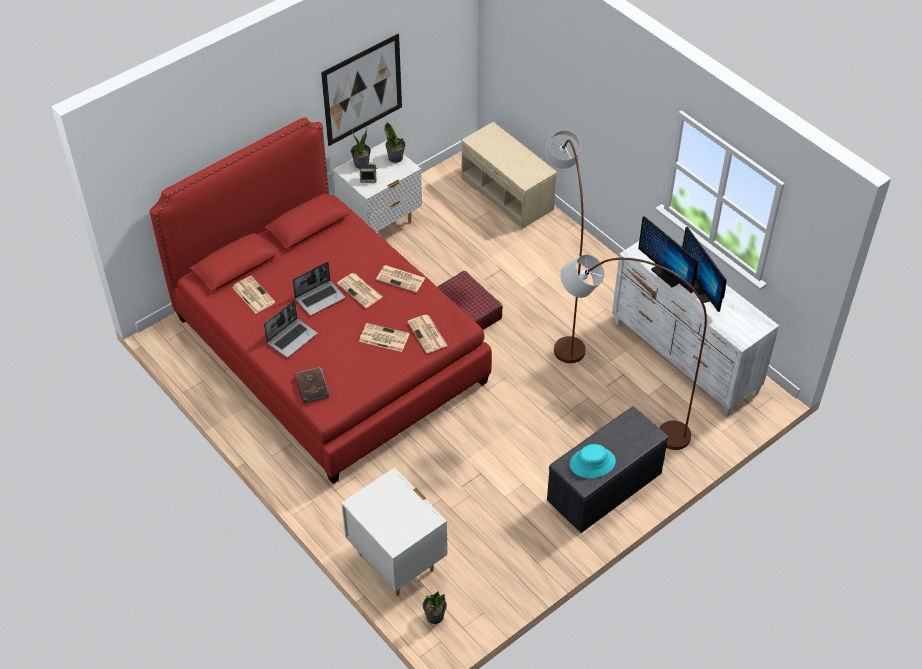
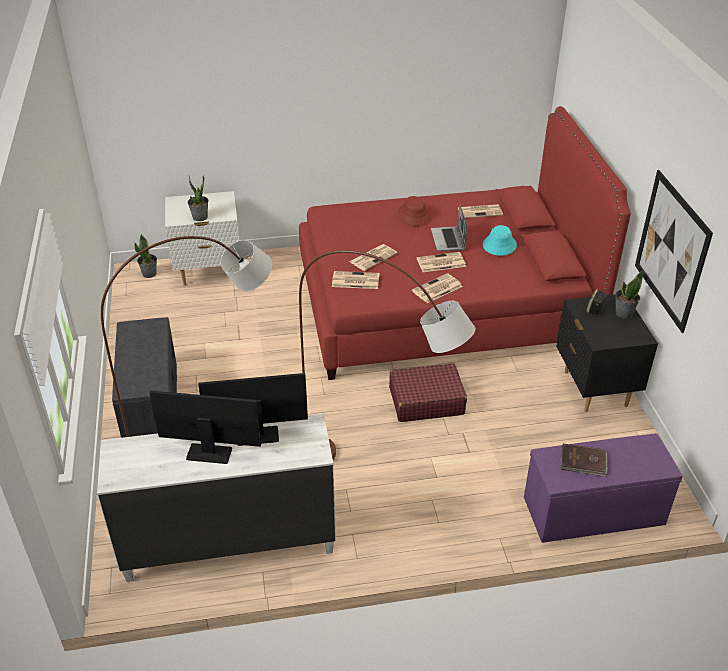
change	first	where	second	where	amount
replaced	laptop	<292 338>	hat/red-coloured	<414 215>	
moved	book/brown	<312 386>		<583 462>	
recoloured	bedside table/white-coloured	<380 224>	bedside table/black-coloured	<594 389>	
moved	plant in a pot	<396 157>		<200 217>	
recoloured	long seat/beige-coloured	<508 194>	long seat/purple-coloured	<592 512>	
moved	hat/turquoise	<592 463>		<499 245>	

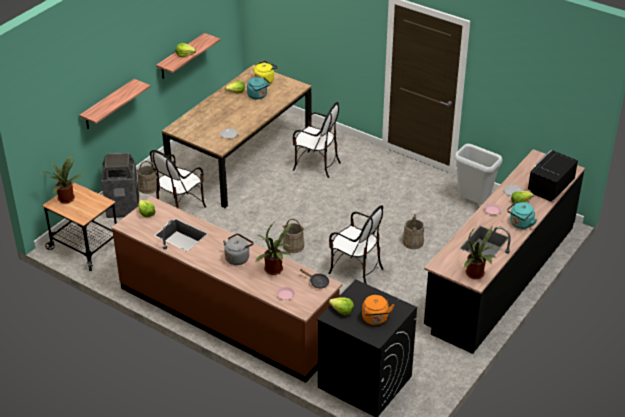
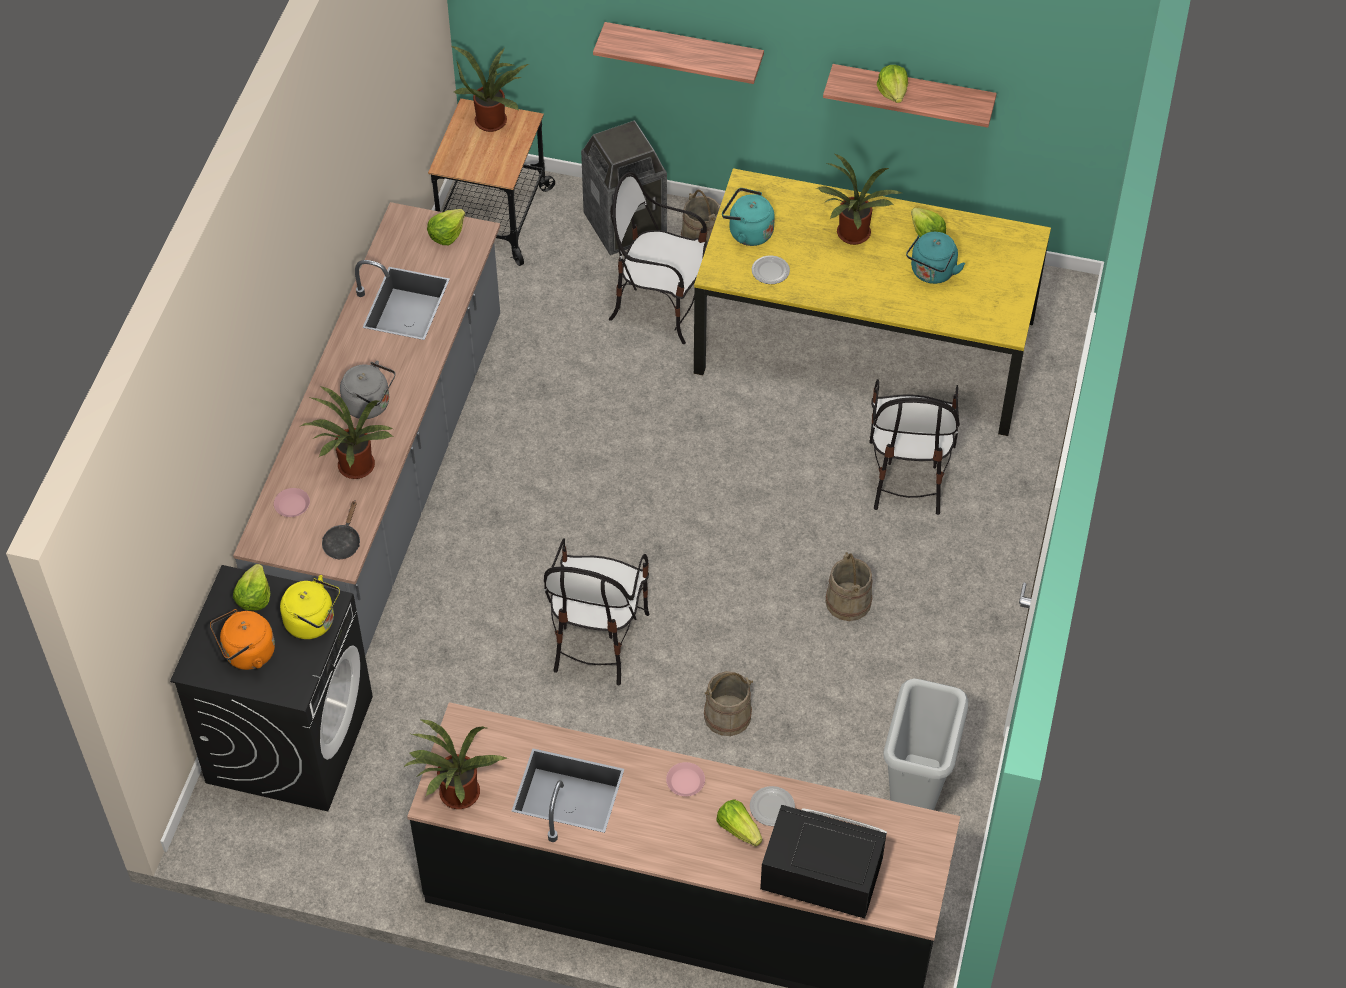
change	first	where	second	where	amount
recoloured	counter/brown	<227 316>	counter/gray	<389 480>	
recoloured	dining table/brown	<241 158>	dining table/yellowish	<866 345>	
moved	tea kettle/yellowish	<265 80>		<313 622>	
moved	pail/beige-coloured	<293 246>		<848 601>	
moved	tea kettle/turquoise	<520 224>		<747 232>	
added			plant in a pot	<851 236>	

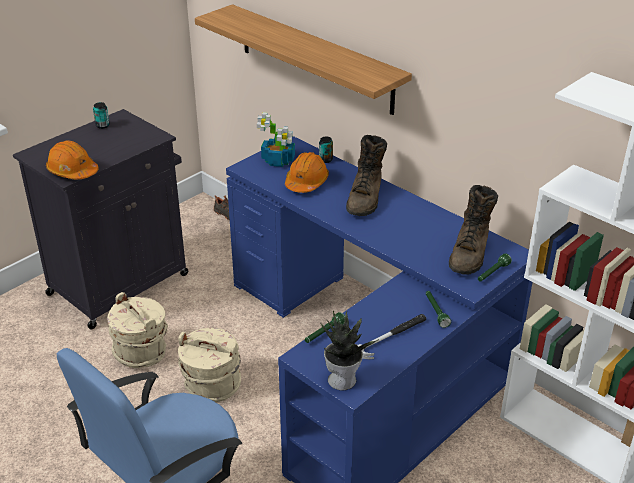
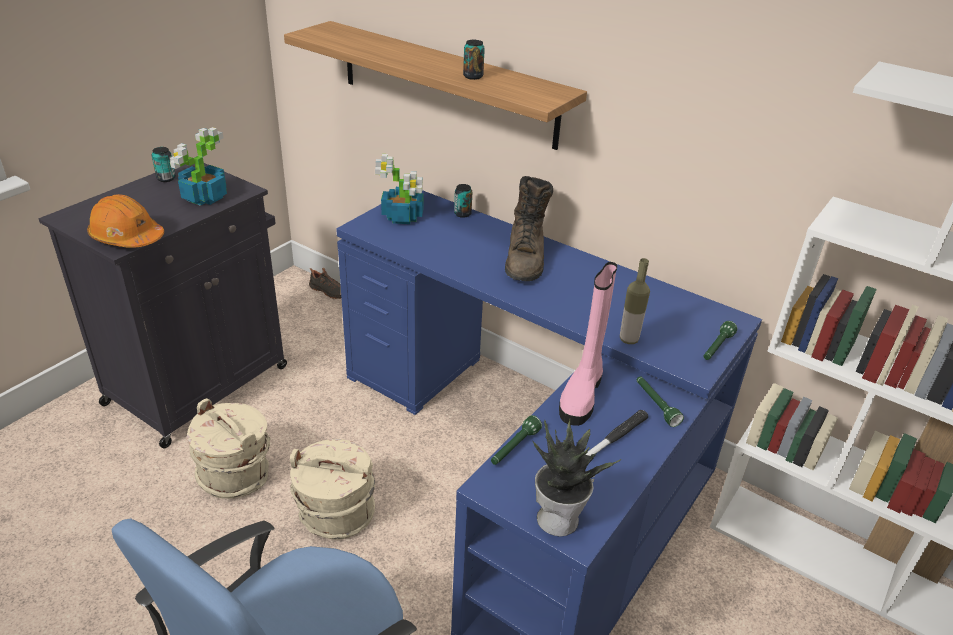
change	first	where	second	where	amount
removed	work helmet/orange	<306 182>			
removed	tall boot/brown	<470 254>			
added			plant in a pot	<204 197>	
added			sealed can	<473 76>	
added			tall boot/pink	<582 395>	
added			beverage bottle	<628 339>	

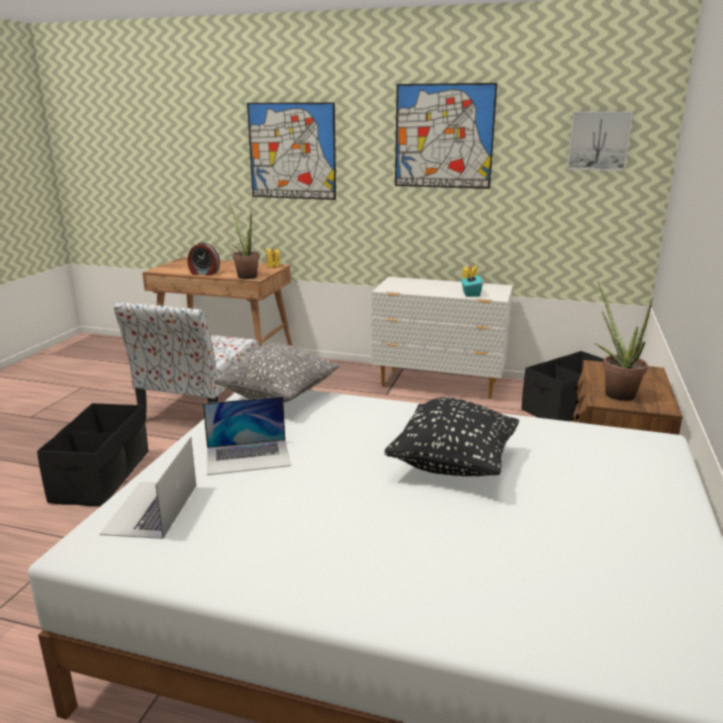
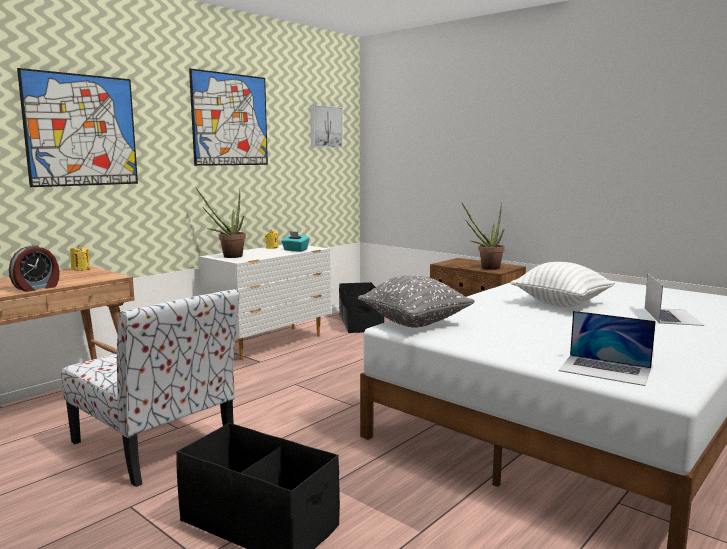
change	first	where	second	where	amount
moved	laptop	<248 456>		<672 316>	
moved	plant in a pot	<245 276>		<228 256>	
recoloured	throw pillow/black-coloured	<453 464>	throw pillow/white-coloured	<561 303>	

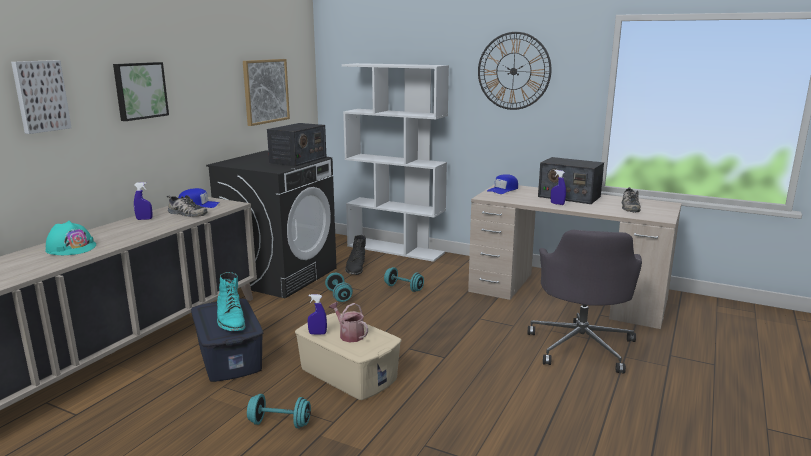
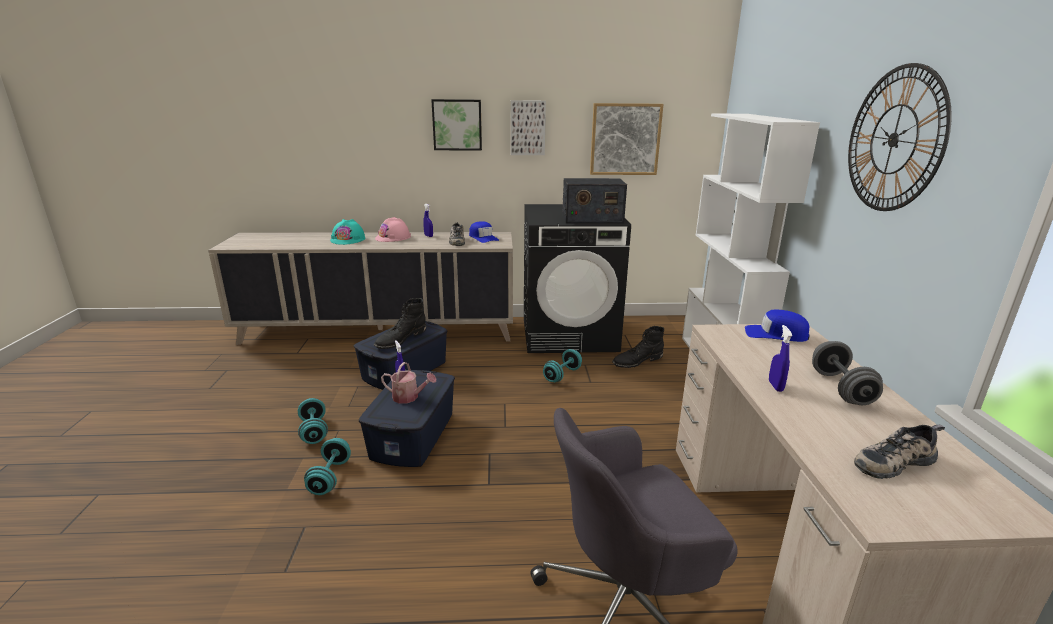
change	first	where	second	where	amount
moved	wall art	<40 96>		<527 128>	
recoloured	tall boot/turquoise	<230 320>	tall boot/black-coloured	<400 339>	
recoloured	storage bin/beige-coloured	<348 373>	storage bin/bluish	<413 435>	
turned	sprinkling can	<349 335>		<409 397>	90 degrees clockwise
moved	free weight/turquoise	<403 288>		<330 477>	
replaced	radio set	<568 196>	free weight/gray	<841 388>	
added			work helmet/pink	<393 237>	

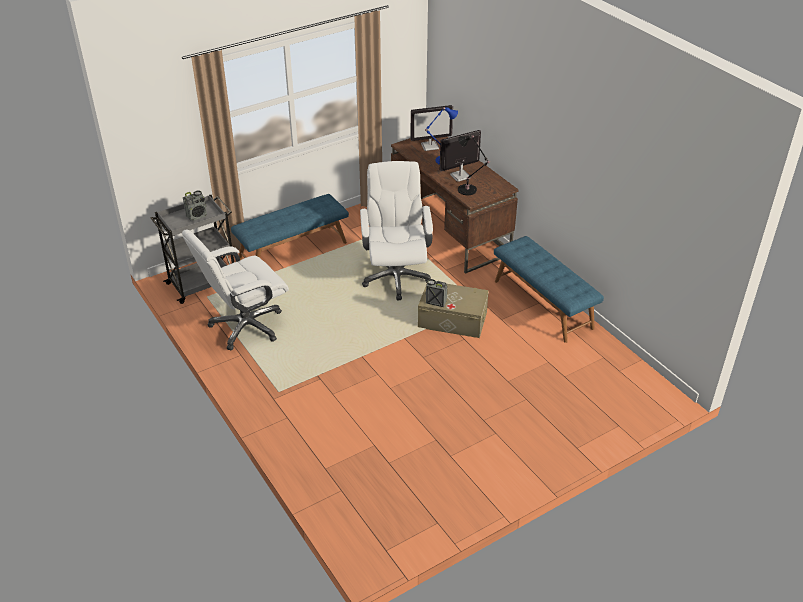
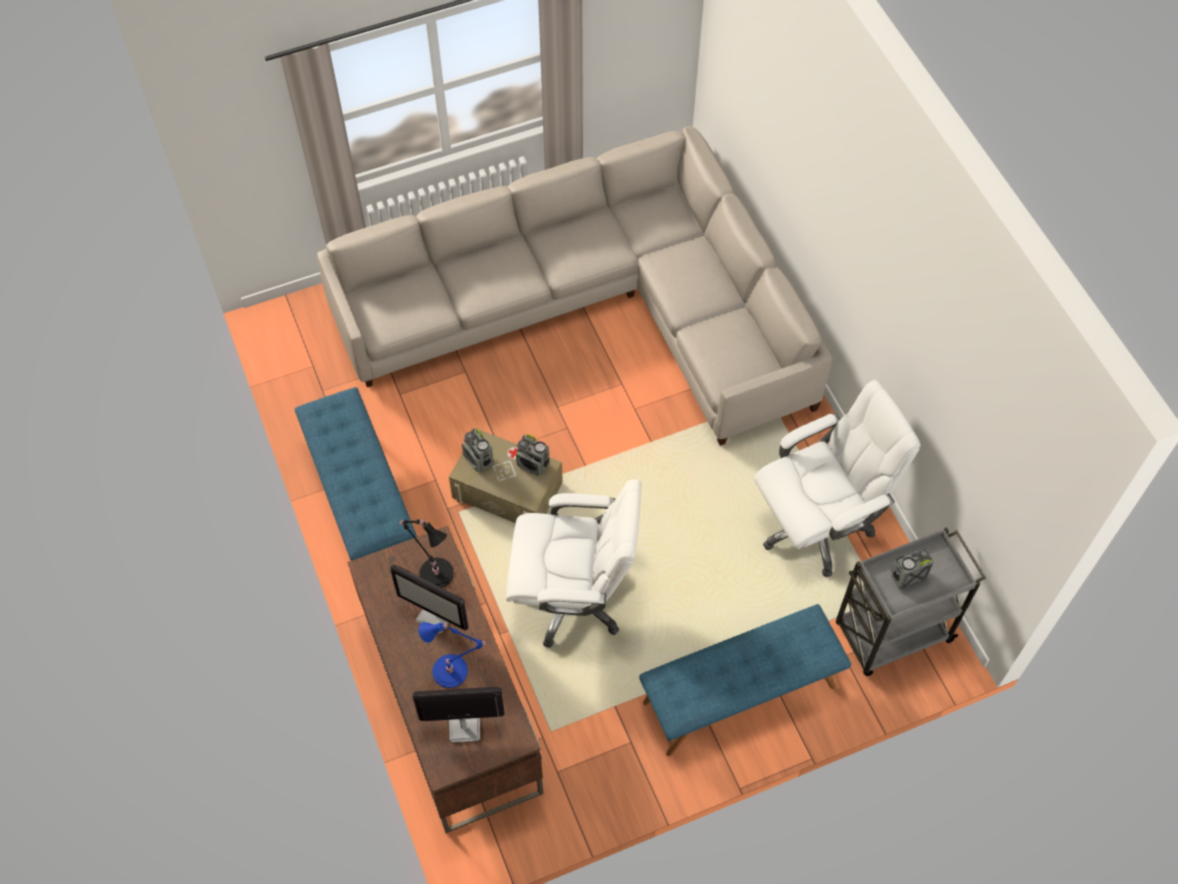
change	first	where	second	where	amount
turned	desk chair/white-coloured	<396 277>		<573 597>	90 degrees counterclockwise
turned	computer display	<460 176>		<436 616>	45 degrees clockwise
added			sofa/beige-coloured	<594 306>	
added			radio set	<478 460>	

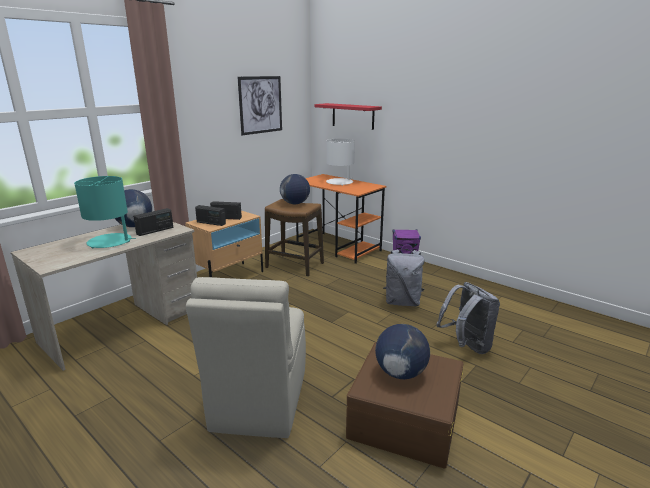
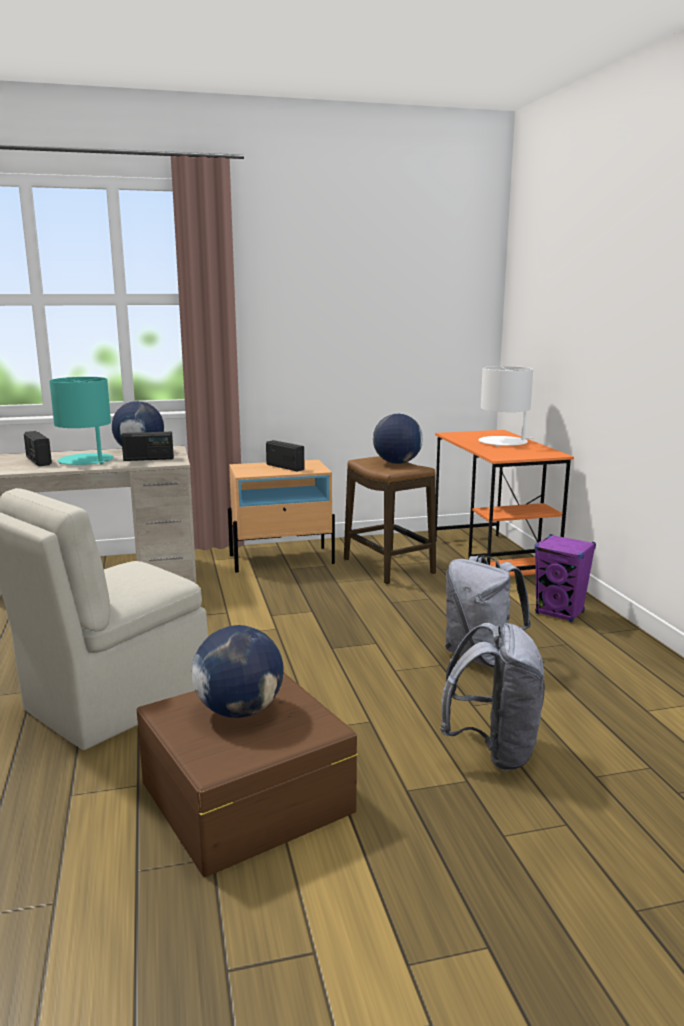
change	first	where	second	where	amount
moved	radio set	<211 223>		<38 461>	
removed	wall art	<260 105>			
removed	wall shelf/red-coloured	<353 116>			

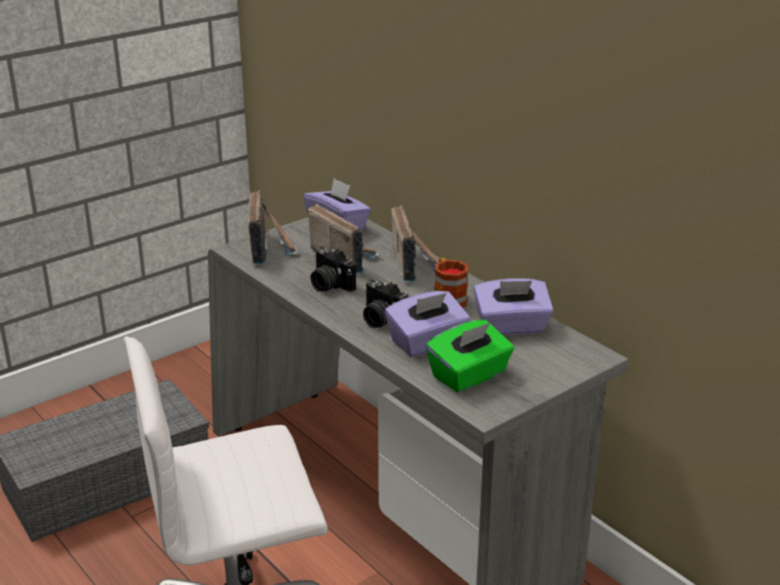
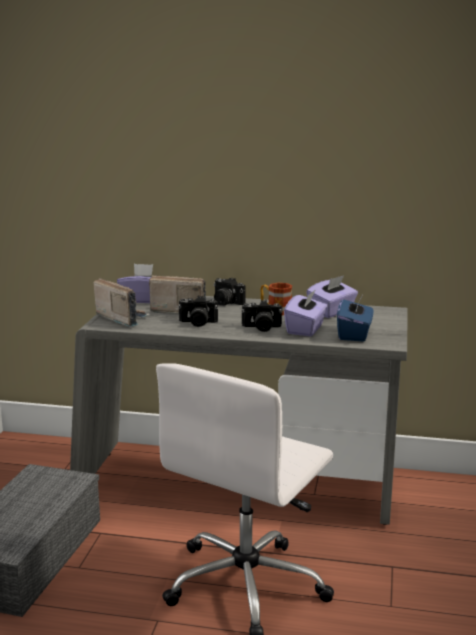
change	first	where	second	where	amount
replaced	radio set	<415 264>	still camera	<226 303>	
recoloured	box of tissues/green-coloured	<469 376>	box of tissues/bluish	<354 334>	

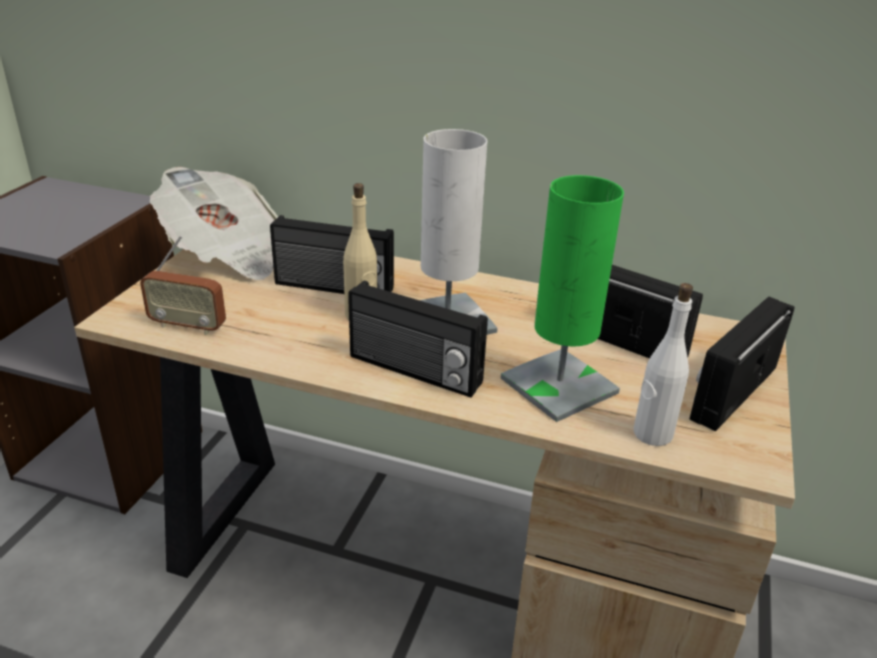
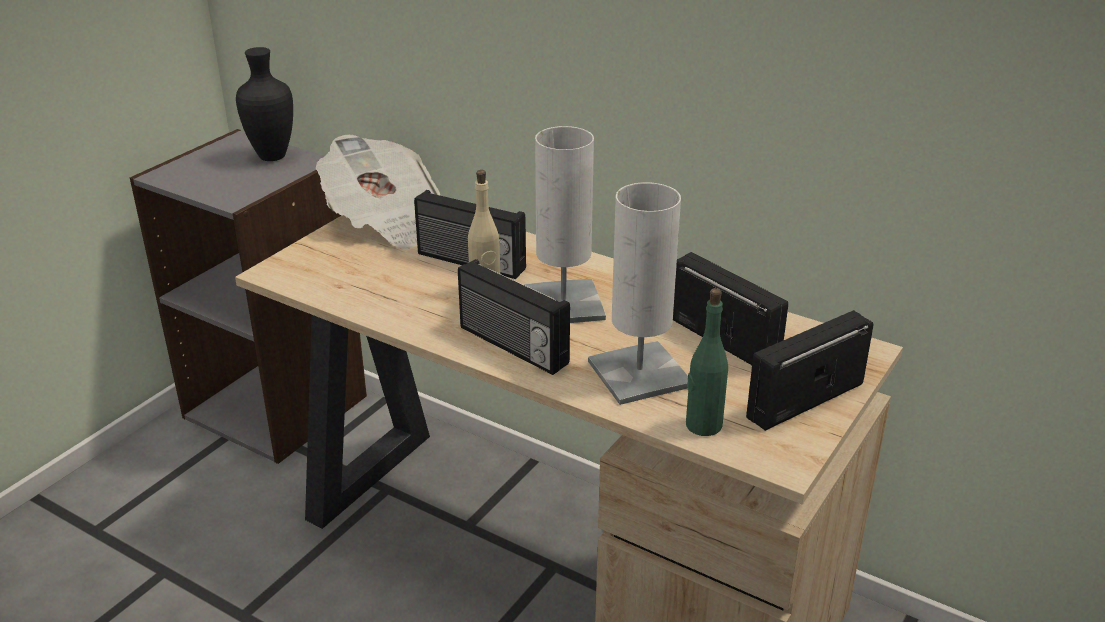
change	first	where	second	where	amount
removed	radio set	<188 326>			
recoloured	table lamp/green-coloured	<559 385>	table lamp/white-coloured	<639 374>	
recoloured	beverage bottle/white-coloured	<652 434>	beverage bottle/green-coloured	<703 425>	
added			flower vase/black-coloured	<272 157>	

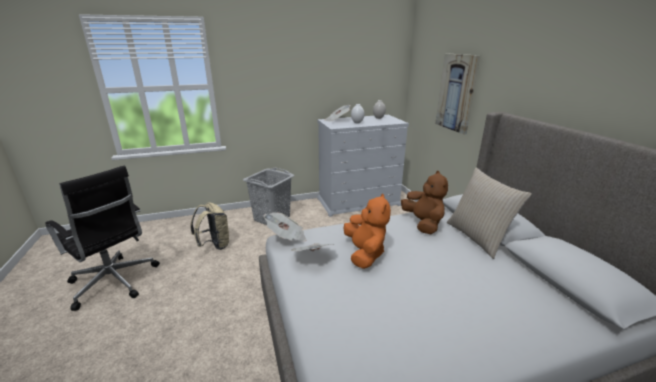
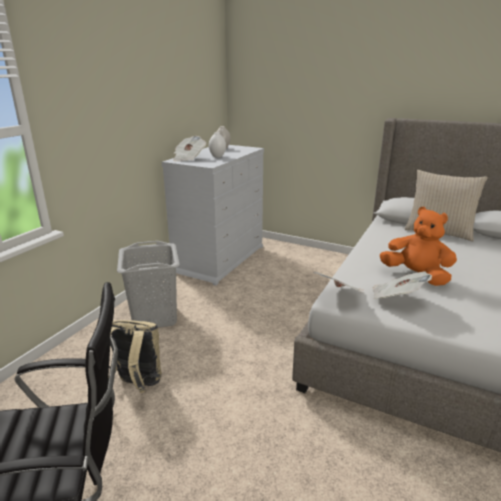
change	first	where	second	where	amount
removed	cuddly toy/brown	<423 223>			
removed	wall art	<456 93>			

